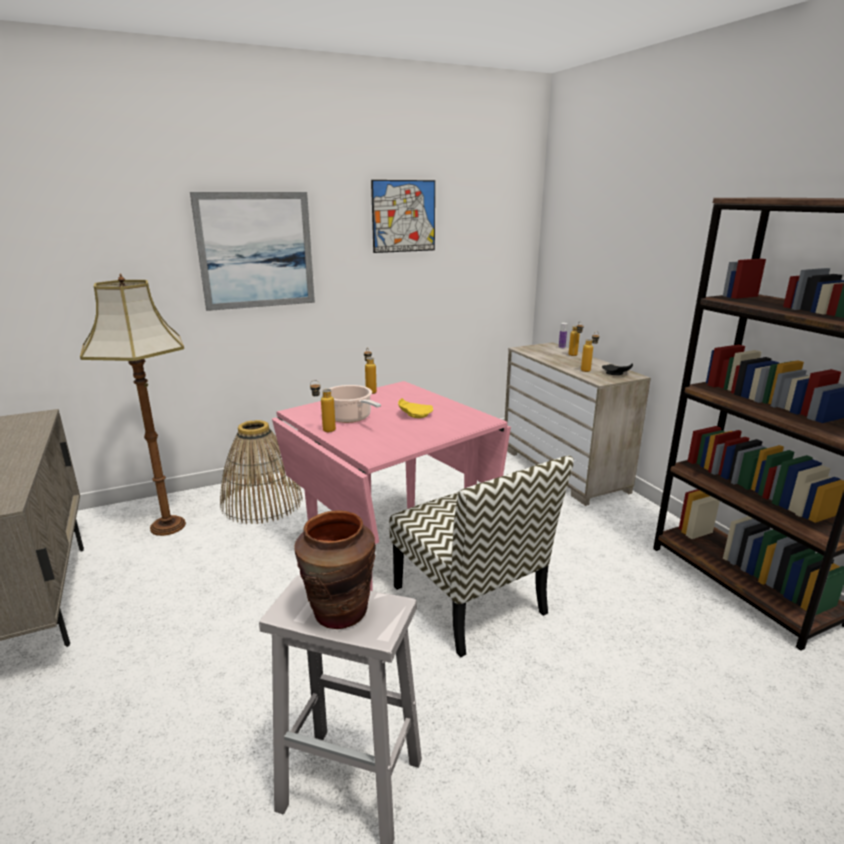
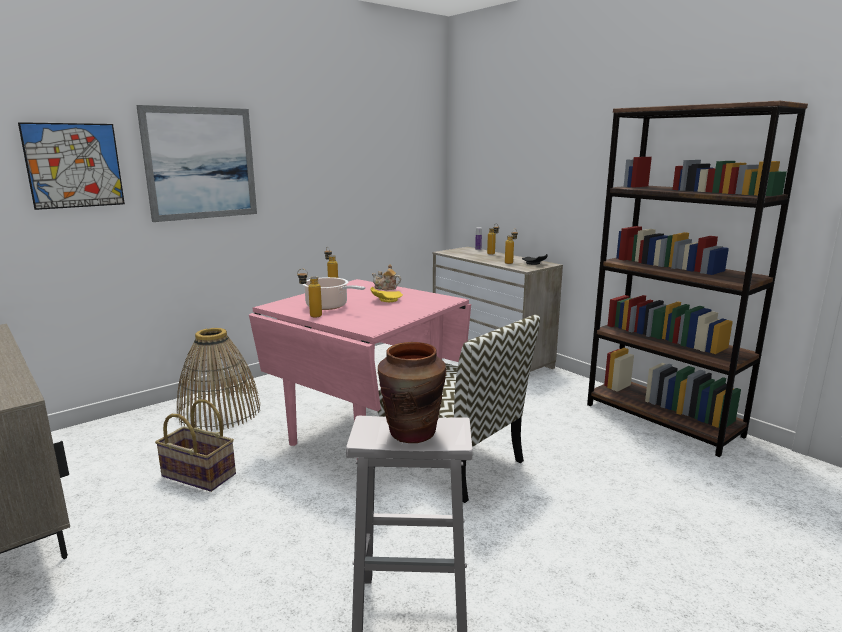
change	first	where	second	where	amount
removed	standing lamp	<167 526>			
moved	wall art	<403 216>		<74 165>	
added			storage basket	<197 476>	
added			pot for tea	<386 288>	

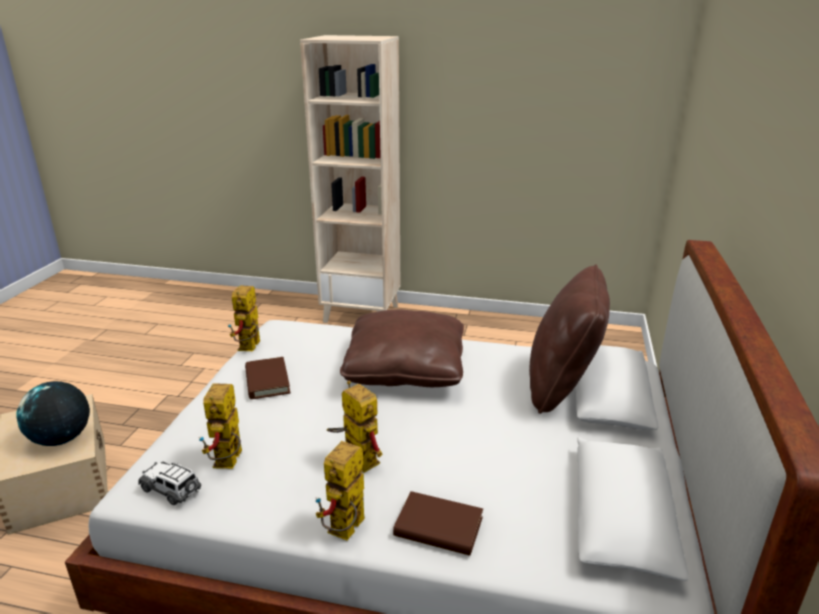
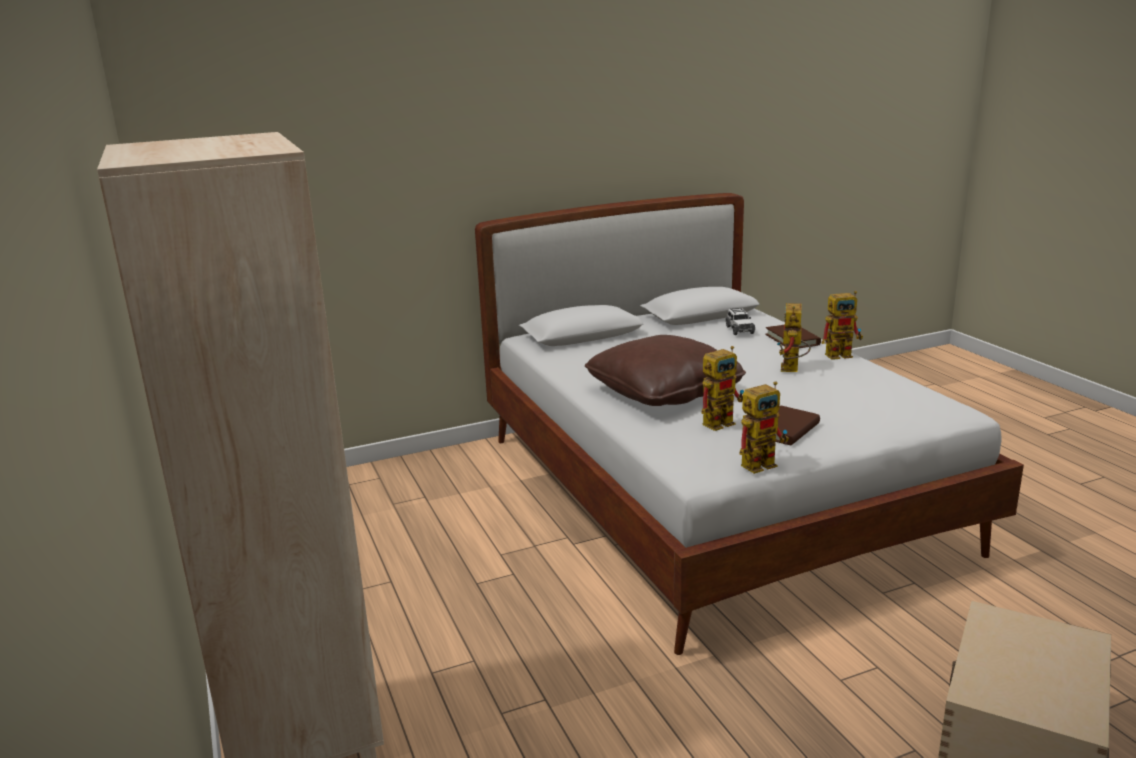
change	first	where	second	where	amount
removed	desk globe	<62 439>			
moved	toy car	<171 490>		<739 330>	
moved	toy robot	<229 464>		<722 421>	
removed	throw pillow/brown	<561 386>			

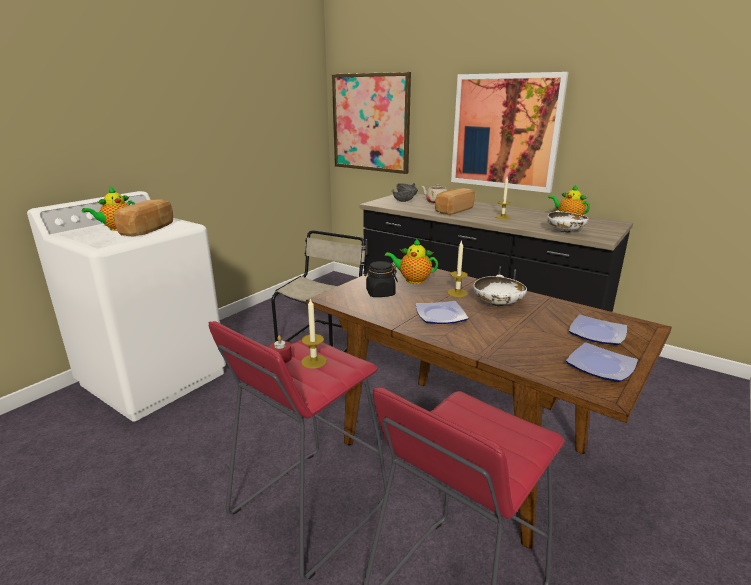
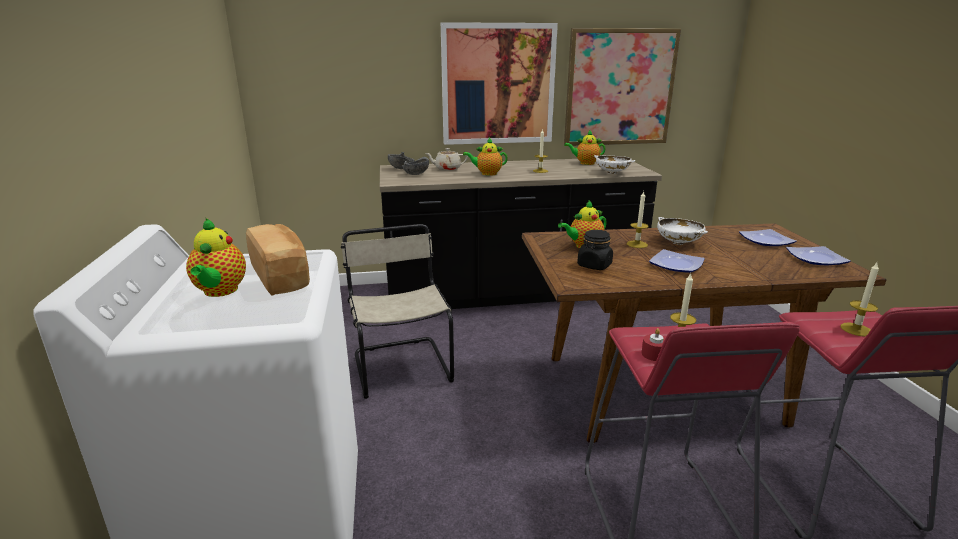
change	first	where	second	where	amount
moved	wall art	<370 123>		<619 88>	
replaced	bread	<453 210>	pot for tea	<487 173>	
added			wax candle	<856 329>	

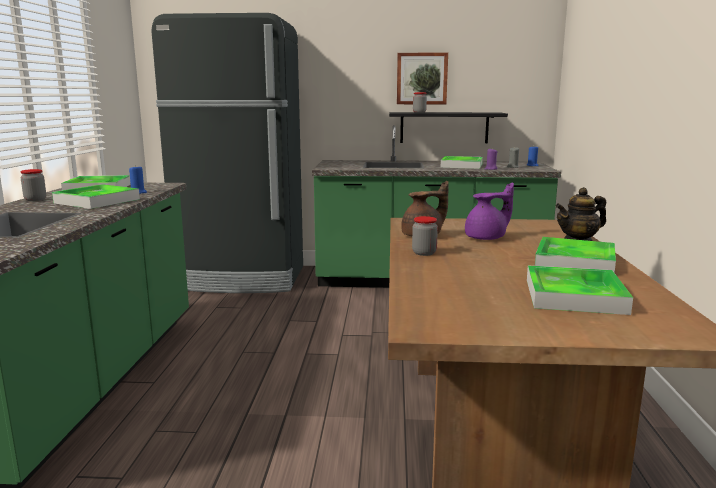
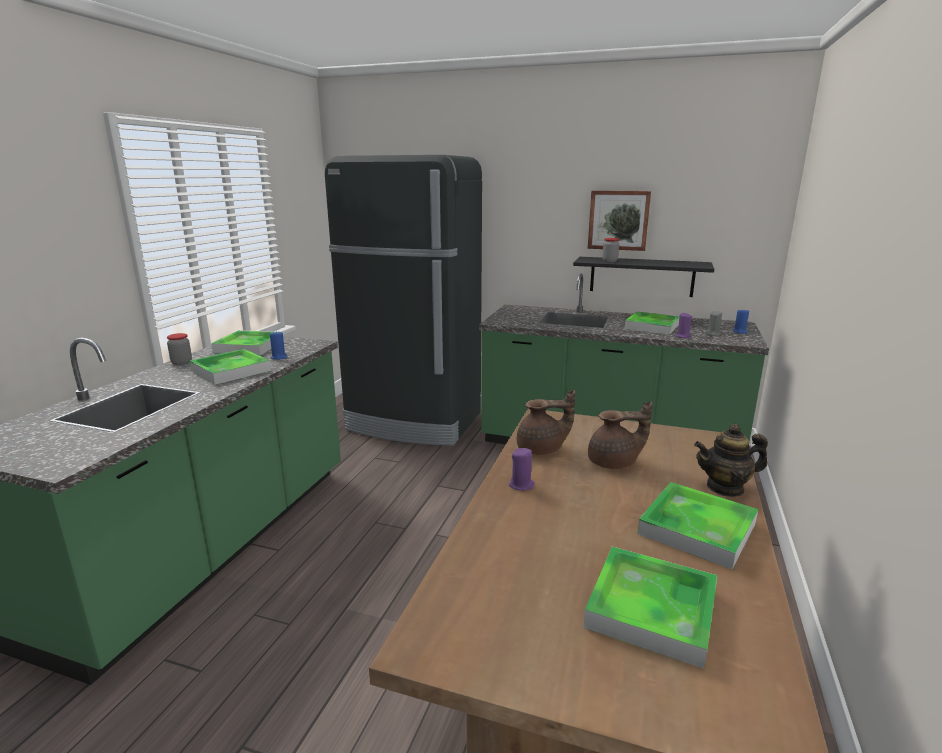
change	first	where	second	where	amount
replaced	preserve jar	<424 253>	wax candle/purple-coloured	<521 485>	
recoloured	pot for tea/purple-coloured	<487 238>	pot for tea/brown	<614 463>	

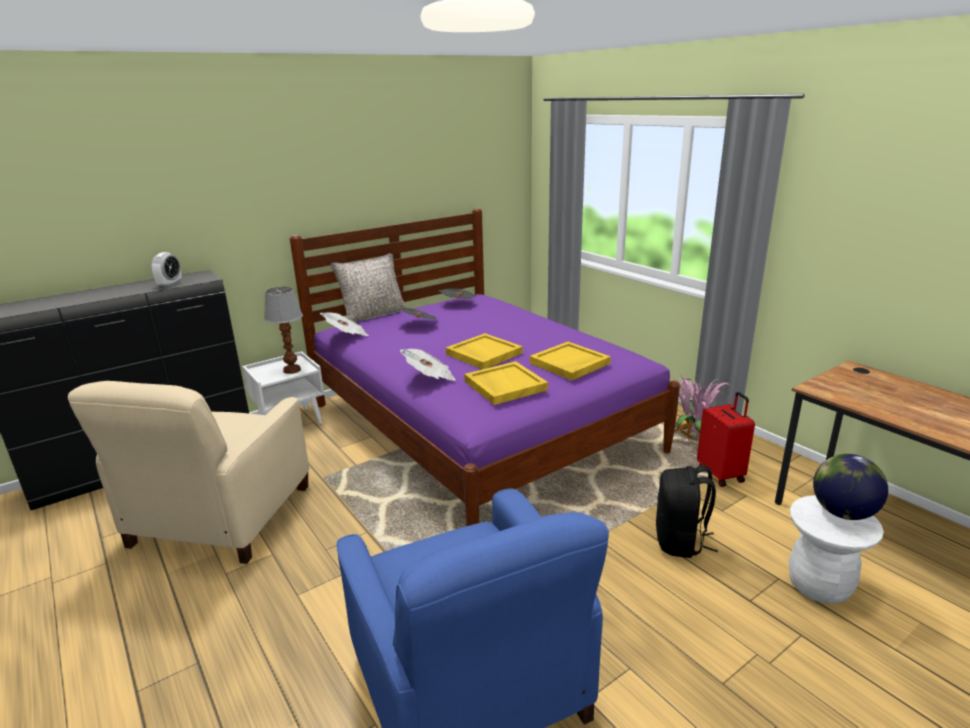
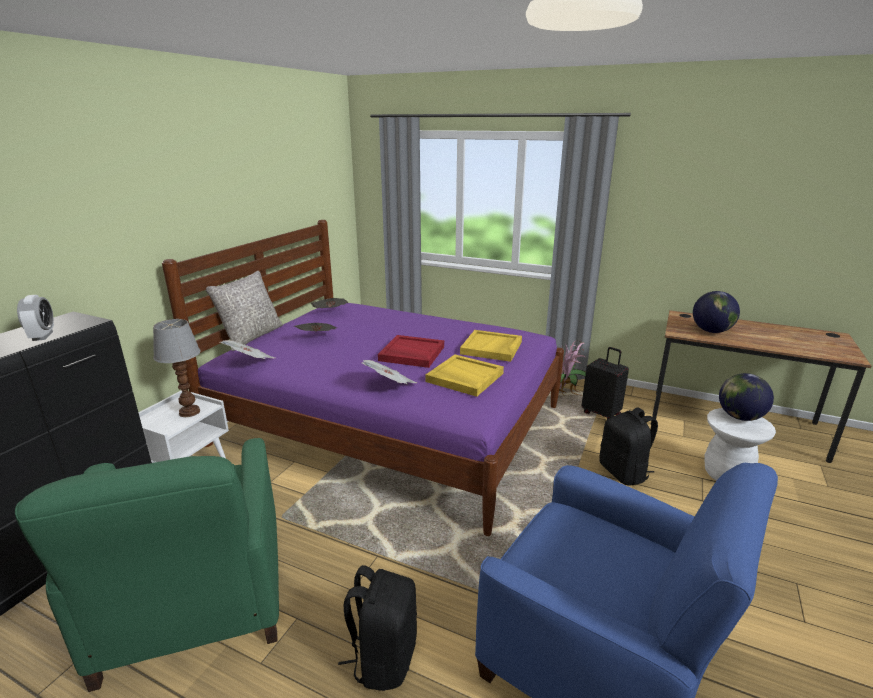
change	first	where	second	where	amount
recoloured	armchair/beige-coloured	<221 516>	armchair/green-coloured	<194 601>	
recoloured	carrying tray/yellowish	<483 354>	carrying tray/red-coloured	<411 353>	
recoloured	piece of luggage/red-coloured	<721 474>	piece of luggage/black-coloured	<601 413>	
added			backpack/black-coloured	<384 657>	
added			desk globe	<711 331>	

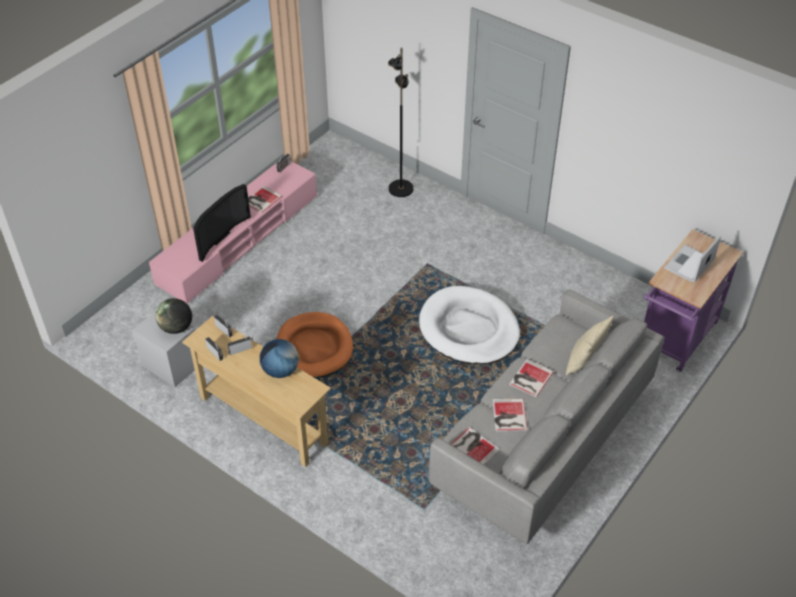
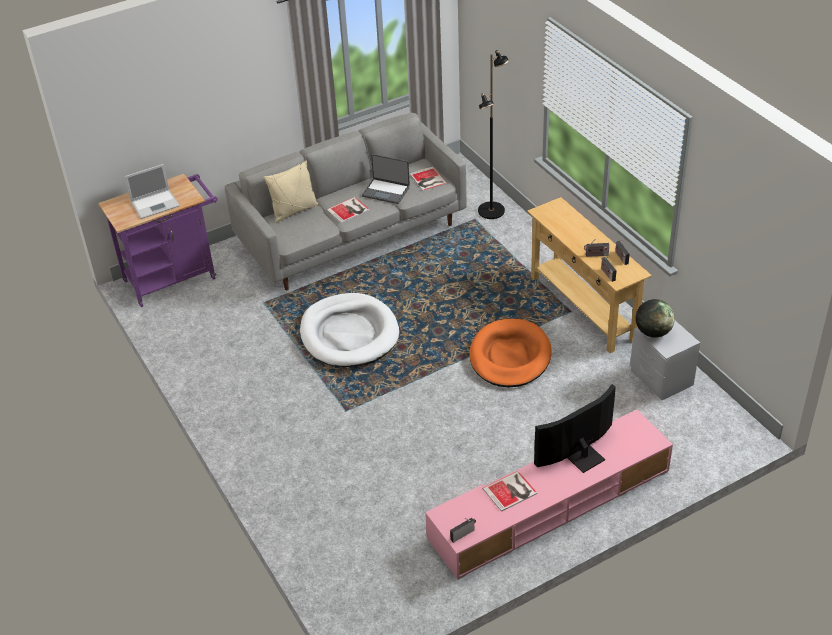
change	first	where	second	where	amount
removed	desk globe	<280 370>			
moved	standing lamp/black-coloured	<400 189>		<491 211>	
replaced	book	<508 416>	laptop	<386 191>	

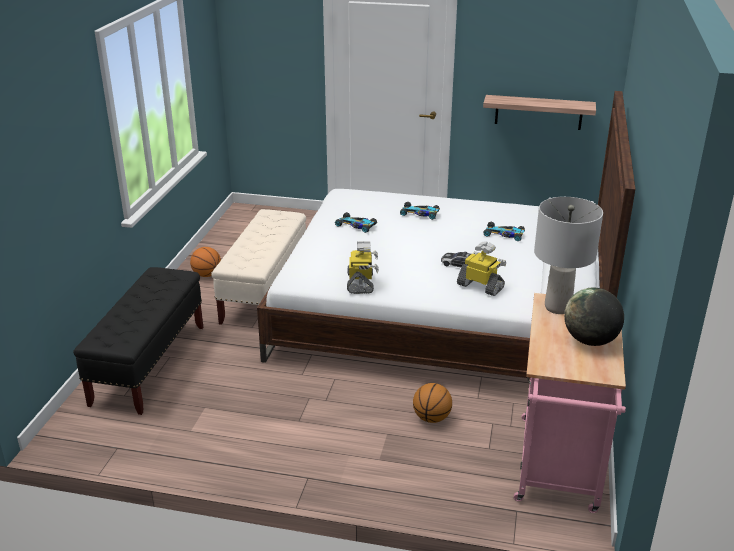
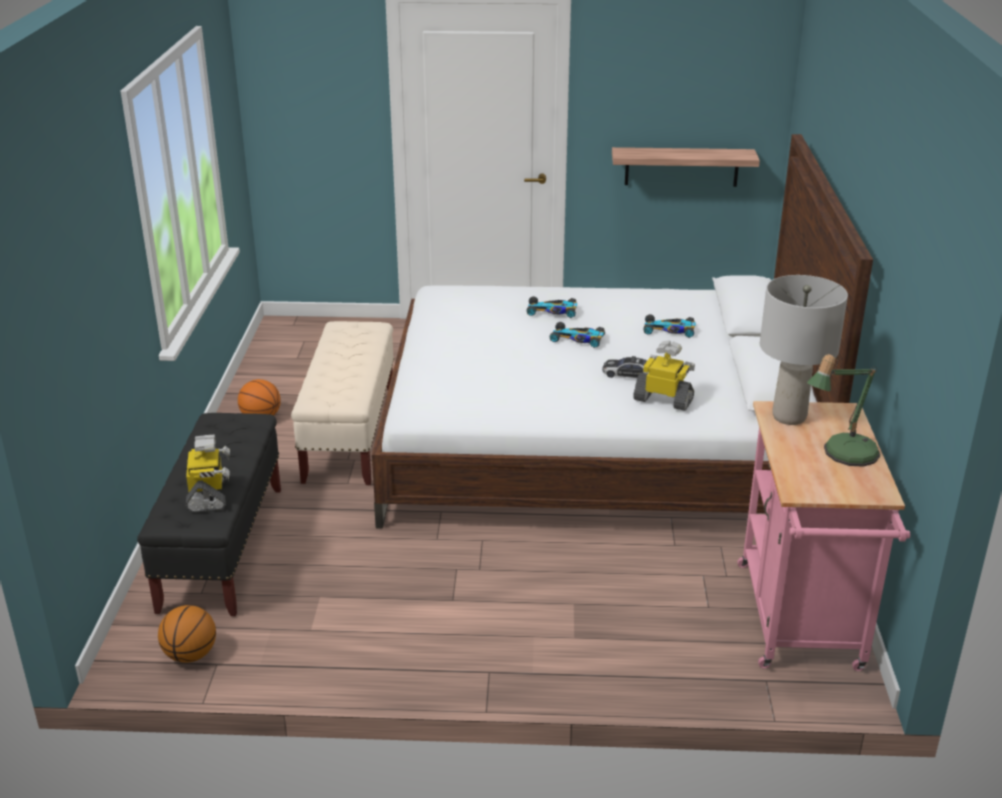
change	first	where	second	where	amount
moved	toy car	<356 225>		<578 339>	
moved	toy robot	<361 283>		<208 495>	
moved	ball for basketball	<432 418>		<191 655>	
replaced	desk globe	<590 341>	table lamp	<843 454>	

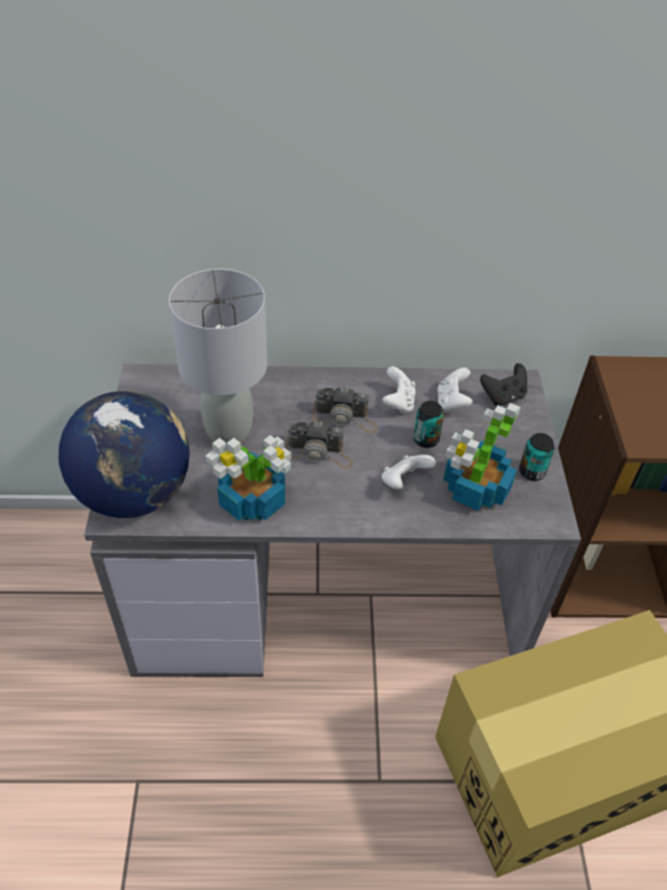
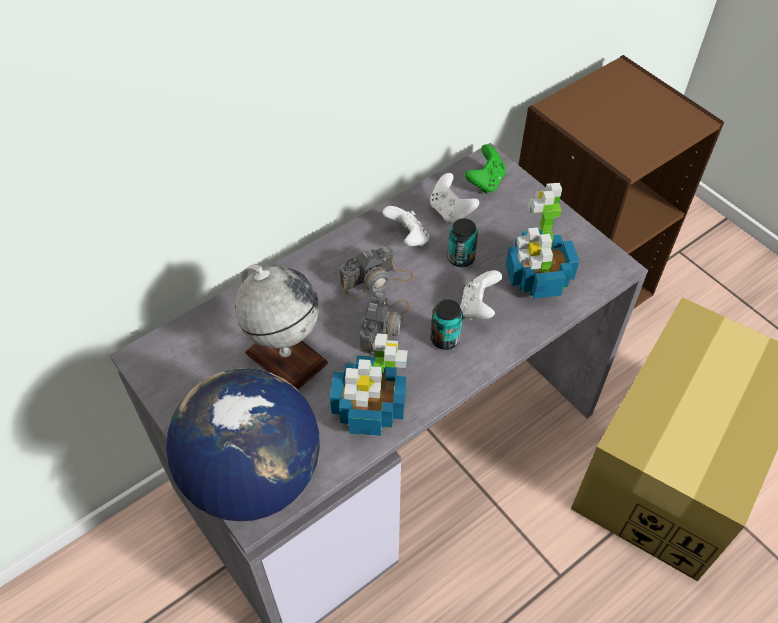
change	first	where	second	where	amount
replaced	table lamp/gray	<229 432>	desk globe	<285 357>	
turned	still camera	<319 453>		<385 326>	45 degrees counterclockwise
recoloured	game controller/black-coloured	<503 396>	game controller/green-coloured	<485 182>	
moved	sealed can	<532 472>		<445 339>	

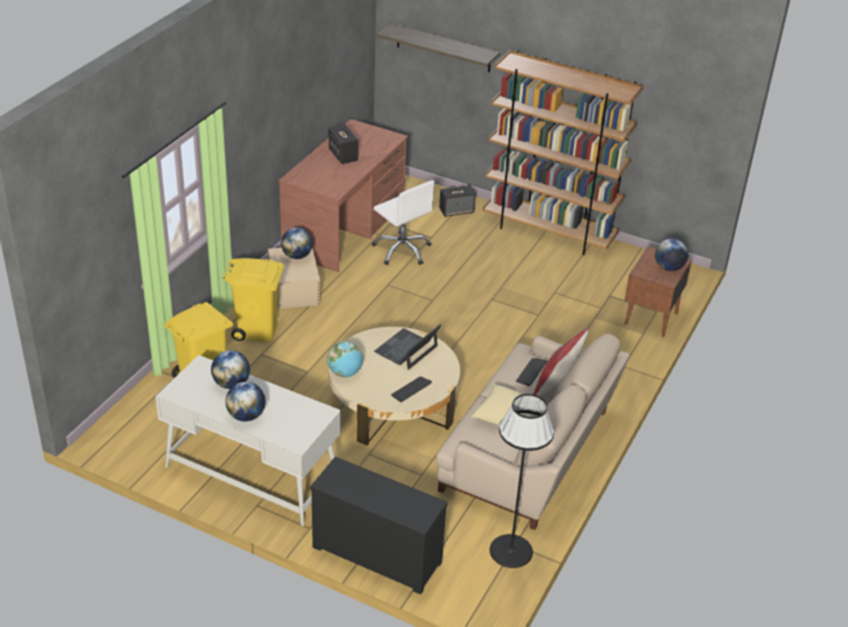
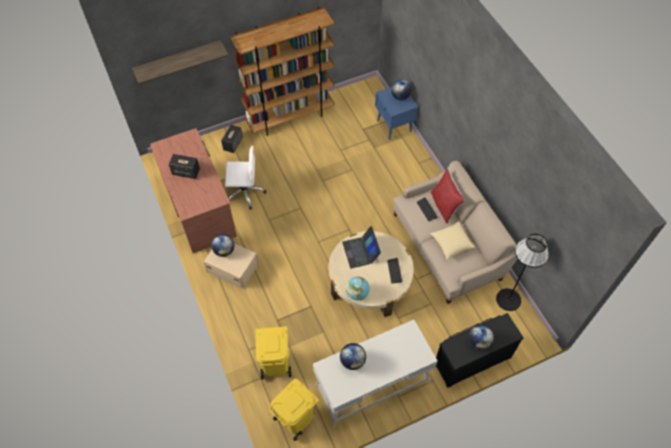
change	first	where	second	where	amount
moved	rubbish bin/yellowish	<257 330>		<296 419>	
moved	desk globe	<246 416>		<478 342>	
recoloured	bedside table/brown	<650 319>	bedside table/bluish	<394 126>	

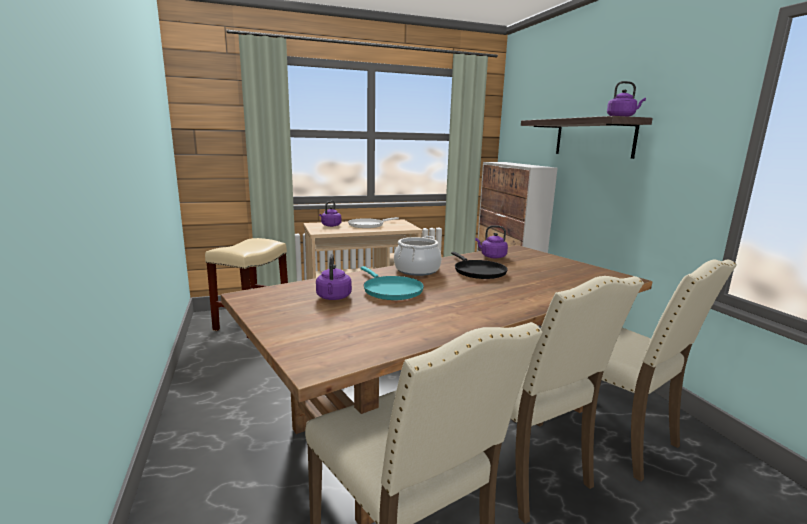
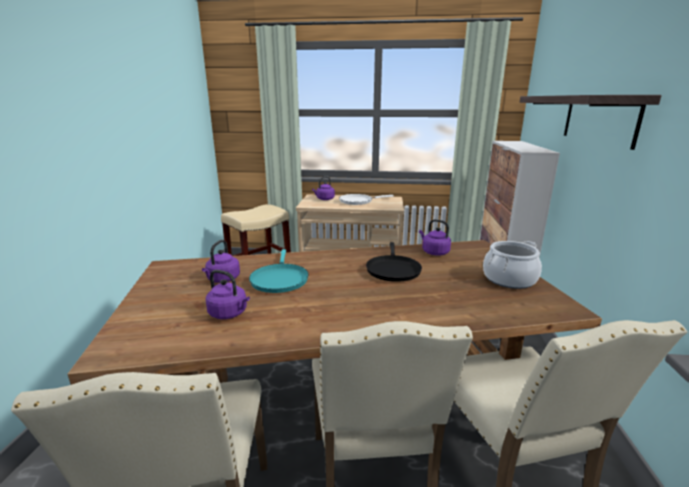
change	first	where	second	where	amount
moved	cooking pot	<416 270>		<509 279>	
moved	tea kettle/purple-coloured	<622 117>		<229 313>	

